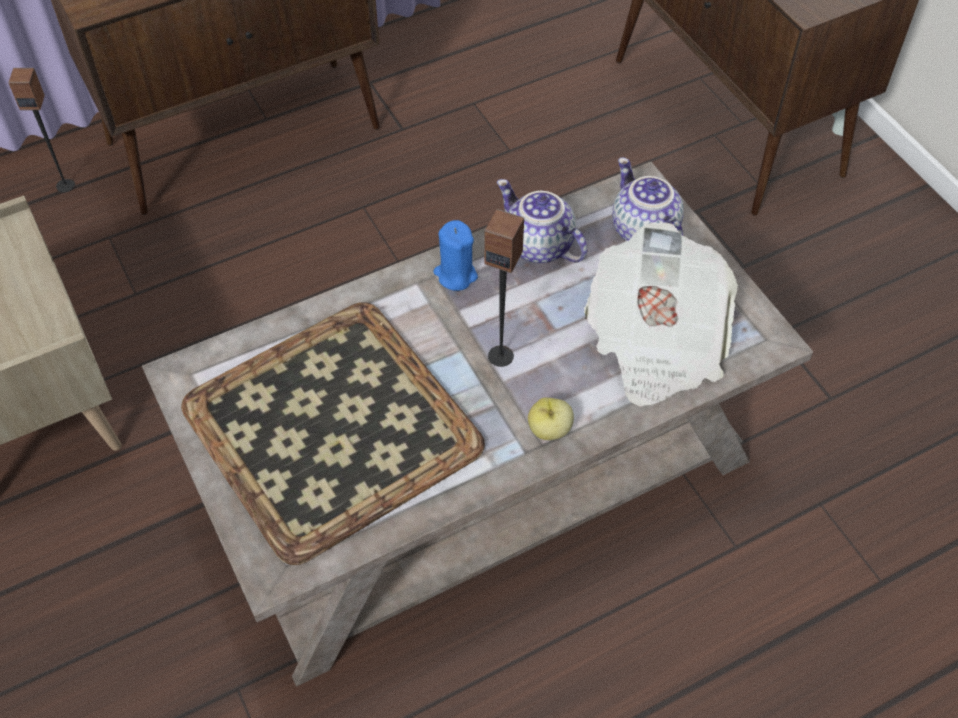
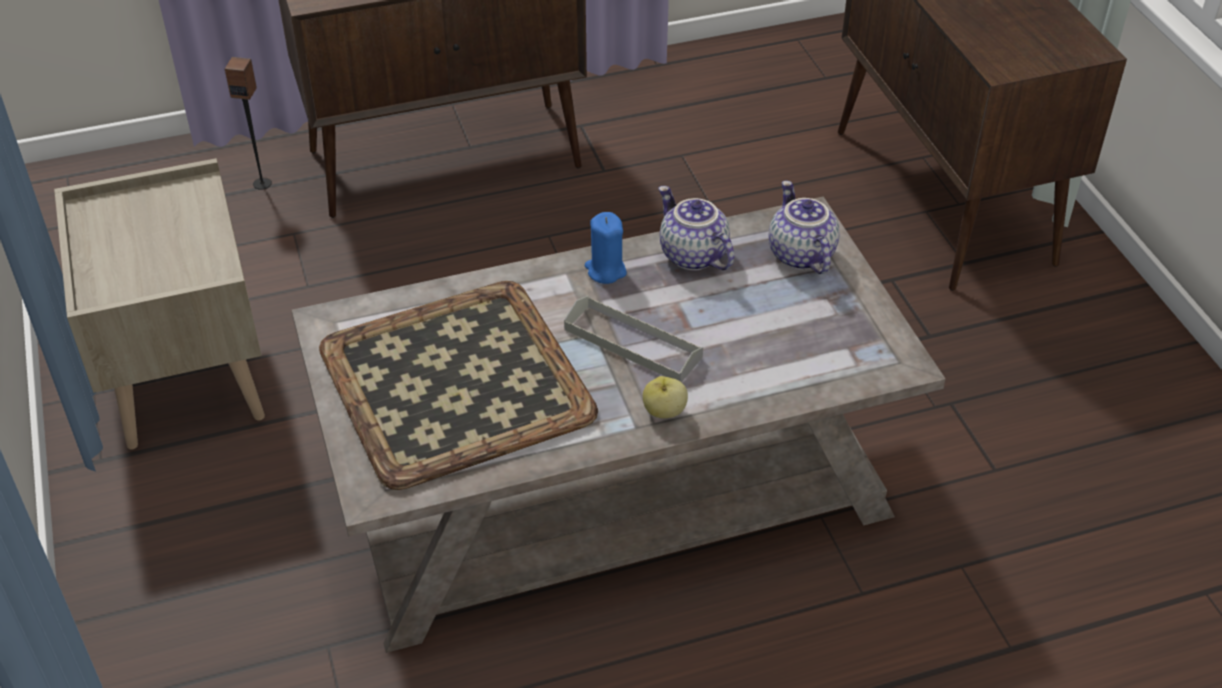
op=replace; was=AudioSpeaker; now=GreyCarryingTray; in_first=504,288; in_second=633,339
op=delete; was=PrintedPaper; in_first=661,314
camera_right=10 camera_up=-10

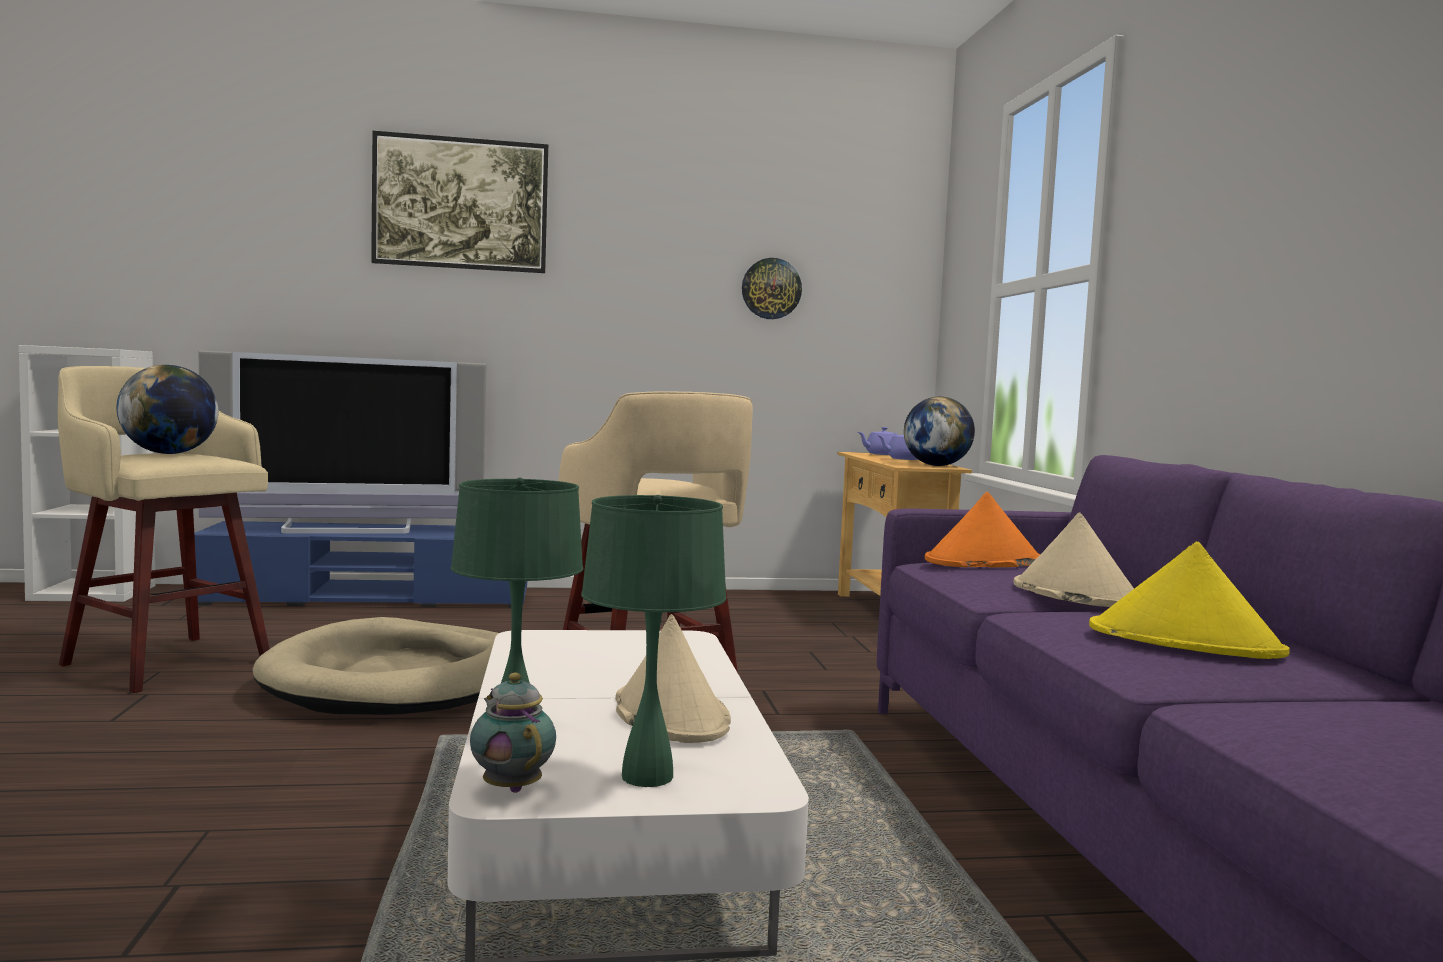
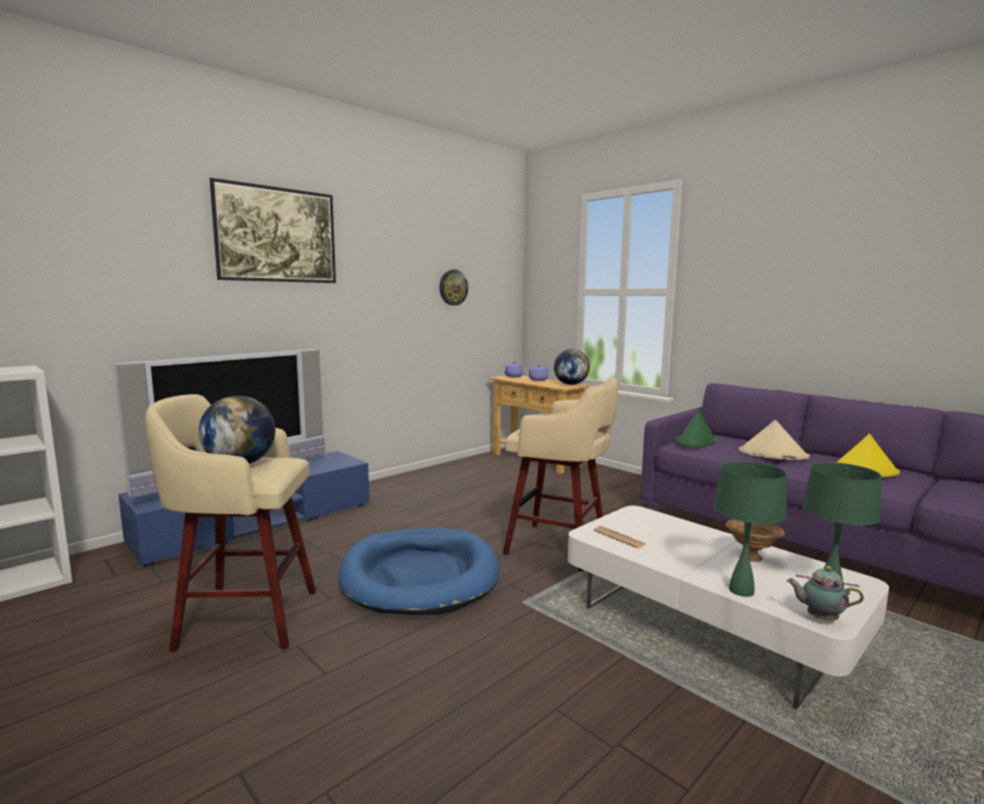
op=recolor; was=BeigeDogCushion; now=BluishDogCushion; in_first=376,666; in_second=419,571
op=replace; was=BeigeWearableHat; now=BrownBowl; in_first=673,678; in_second=755,540
op=recolor; was=OrangeWearableHat; now=GreenWearableHat; in_first=982,529; in_second=696,429
op=insert; now=PrintedPaper; in_second=620,537
camera_right=-35 camera_up=5

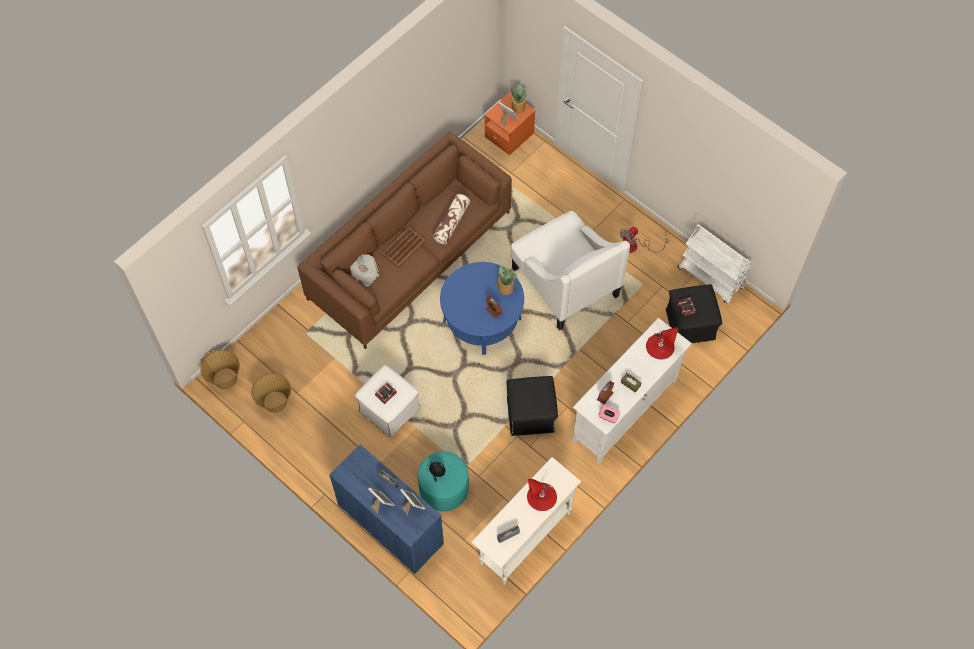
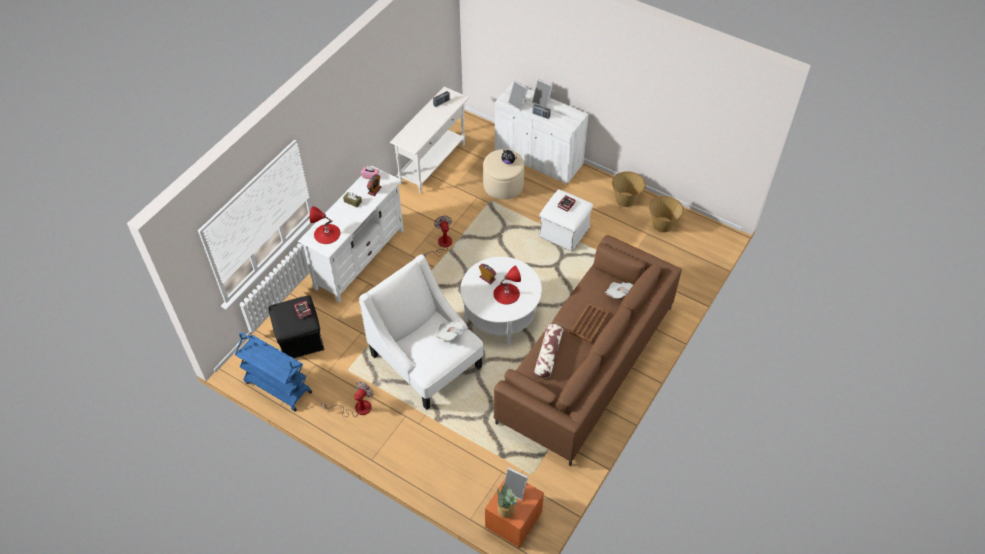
op=move; was=StorageBasket; in_first=220,369; in_second=629,189
op=recolor; was=BluishCabinet; now=WhiteColouredCabinet; in_first=386,509; in_second=542,133
op=recolor; was=TurquoiseColouredFootrest; now=BeigeFootrest; in_first=443,481; in_second=503,174
op=recolor; was=BluishLowTable; now=WhiteColouredLowTable; in_first=482,308; in_second=501,301
op=delete; was=Houseplant; in_first=507,280
op=replace; was=BlackColouredFootrest; now=Fan; in_first=532,406; in_second=437,236
op=move; was=ReddishTableLamp; in_first=542,495; in_second=507,285
op=recolor; was=WhiteColouredWheeledCart; now=BluishWheeledCart; in_first=715,264; in_second=273,372
op=insert; now=PrintedPaper; in_second=450,331
camera_right=170 camera_up=-10

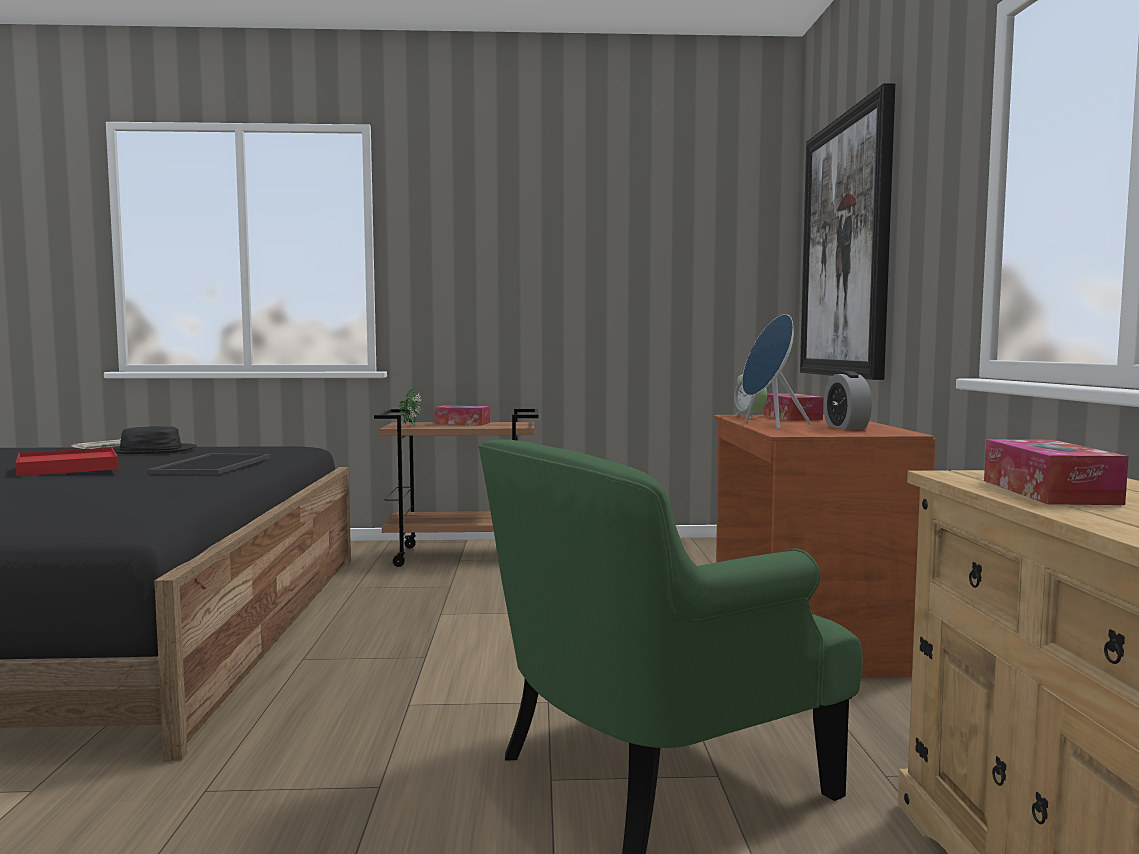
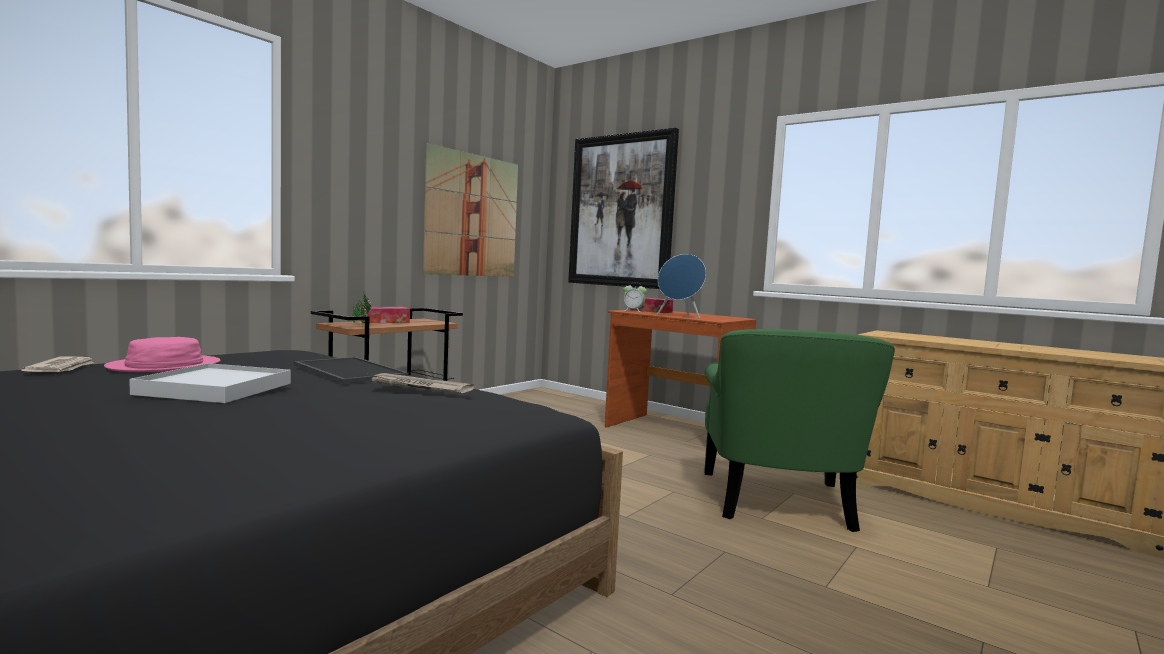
op=recolor; was=ReddishCarryingTray; now=WhiteColouredCarryingTray; in_first=67,462; in_second=210,383
op=recolor; was=BlackColouredWearableHat; now=PinkColouredWearableHat; in_first=152,440; in_second=162,354
op=delete; was=TableClock; in_first=847,400
op=delete; was=BoxOfTissues; in_first=1056,472
op=insert; now=PrintedPaper; in_second=421,383
op=insert; now=WallArt; in_second=470,210
camera_right=-50 camera_up=0

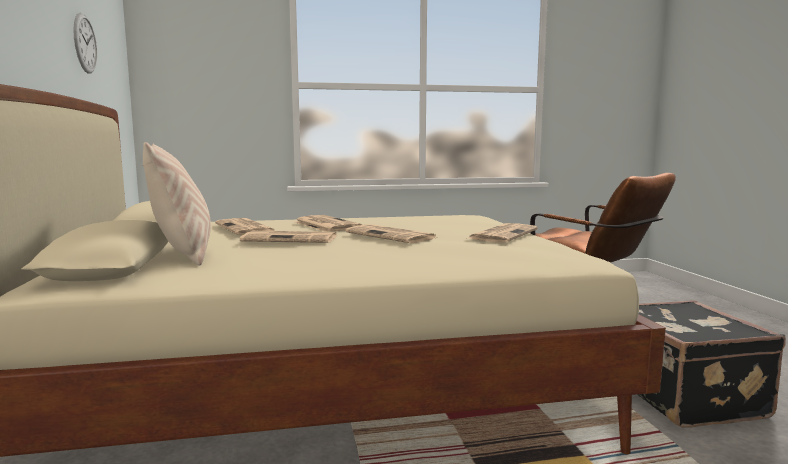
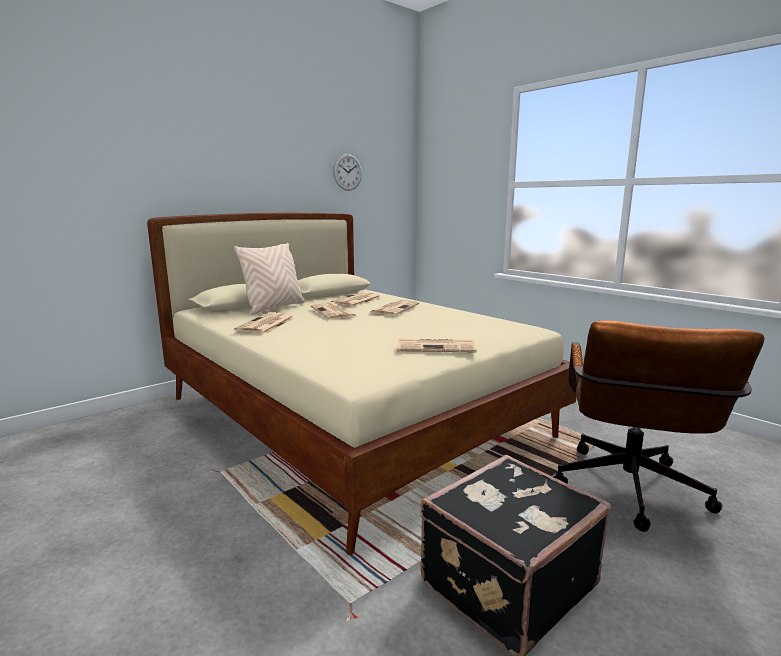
op=move; was=PrintedPaper; in_first=391,233; in_second=264,323
camera_right=60 camera_up=5

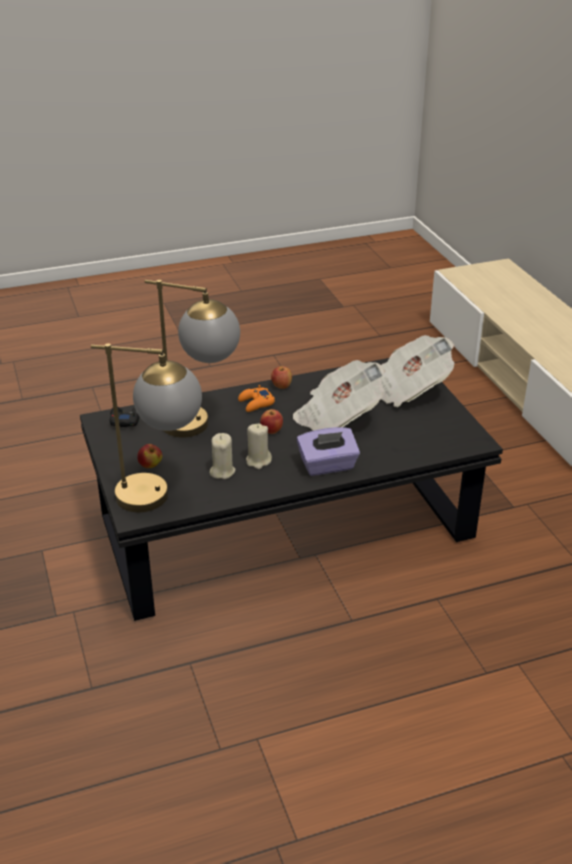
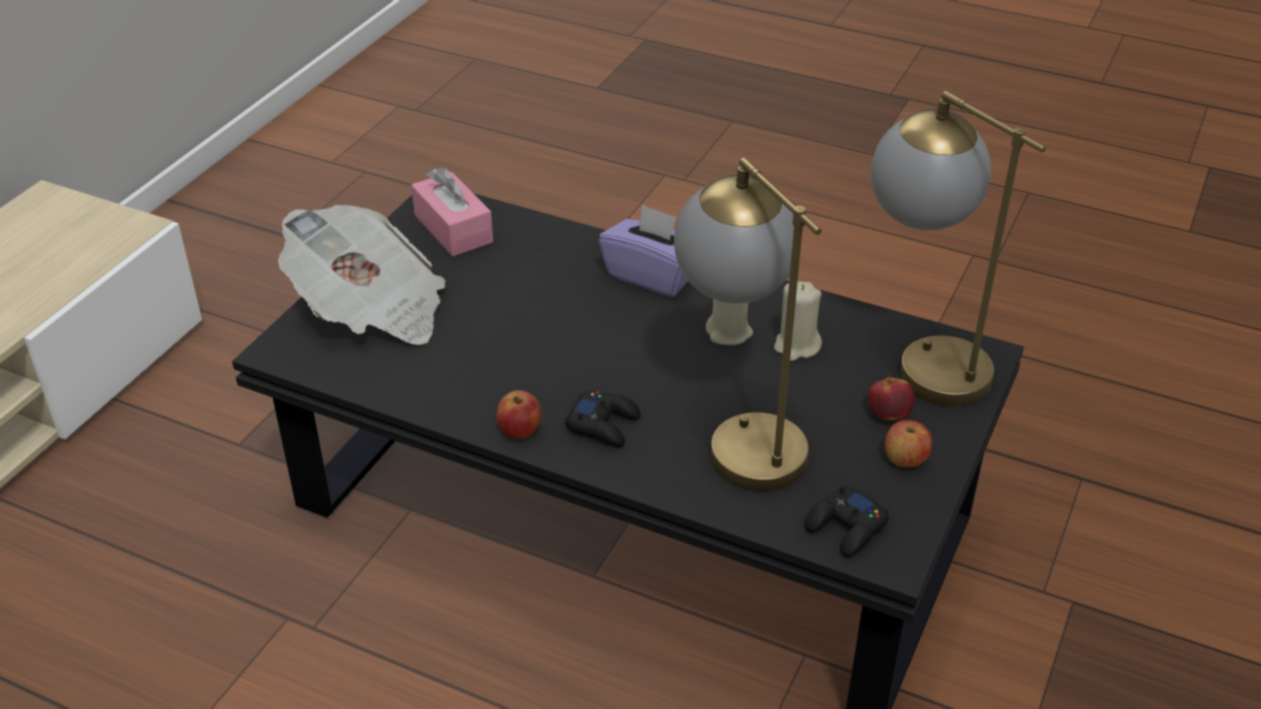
op=recolor; was=OrangeGameController; now=BlackColouredGameController; in_first=256,398; in_second=603,419
op=move; was=WholeApple; in_first=271,421; in_second=908,444
op=delete; was=PrintedPaper; in_first=339,395
op=insert; now=PinkColouredBoxOfTissues; in_second=452,211
camera_right=-135 camera_up=5

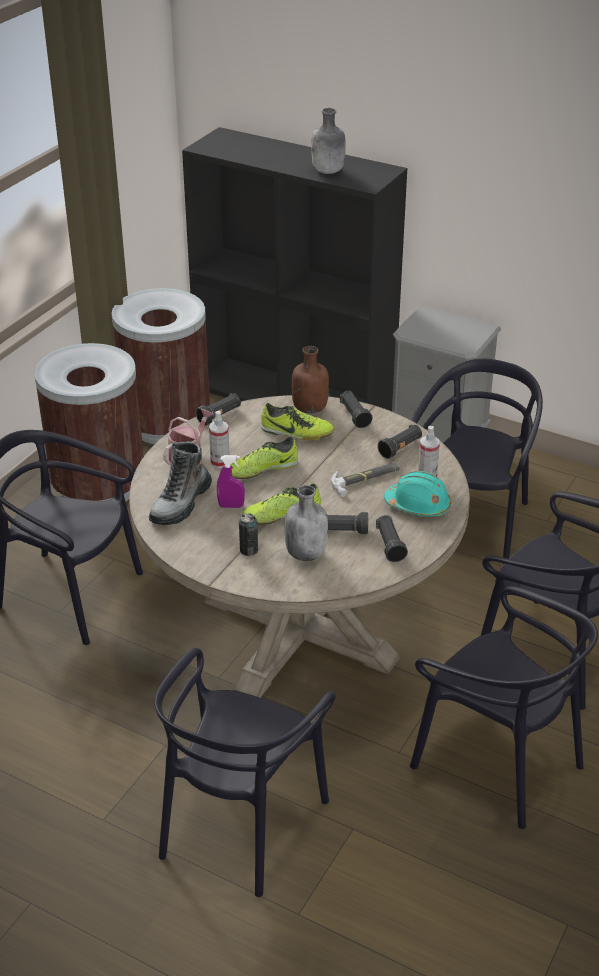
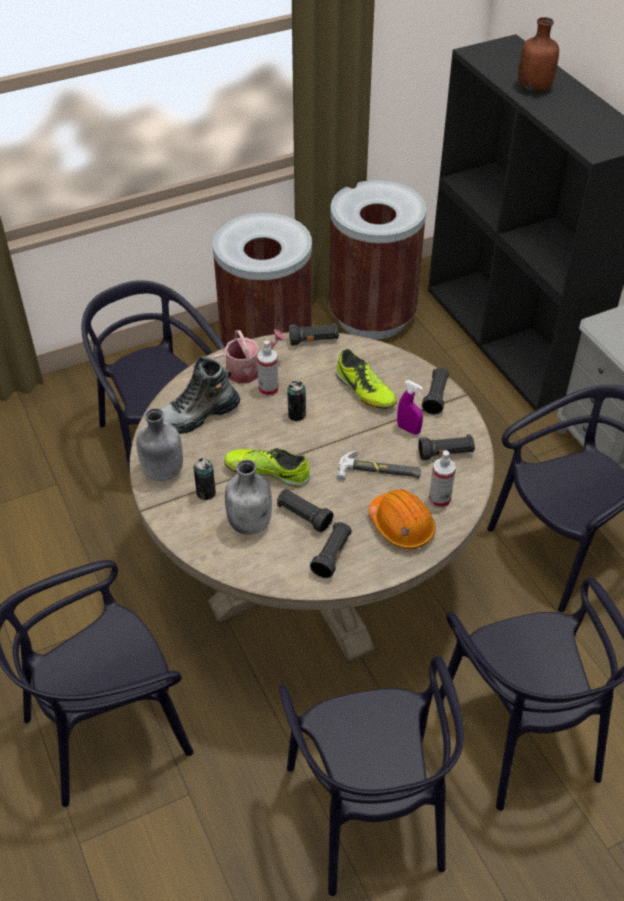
op=move; was=PurplishSprayer; in_first=231,481; in_second=410,407
op=replace; was=ItemOfFootwear; now=MetalCan; in_first=264,457; in_second=296,401
op=move; was=BrownBeverageBottle; in_first=310,379; in_second=538,54
op=move; was=GreyBeverageBottle; in_first=328,141; in_second=159,445
op=recolor; was=TurquoiseColouredHardHat; now=OrangeHardHat; in_first=417,493; in_second=401,519
camera_right=35 camera_up=10

